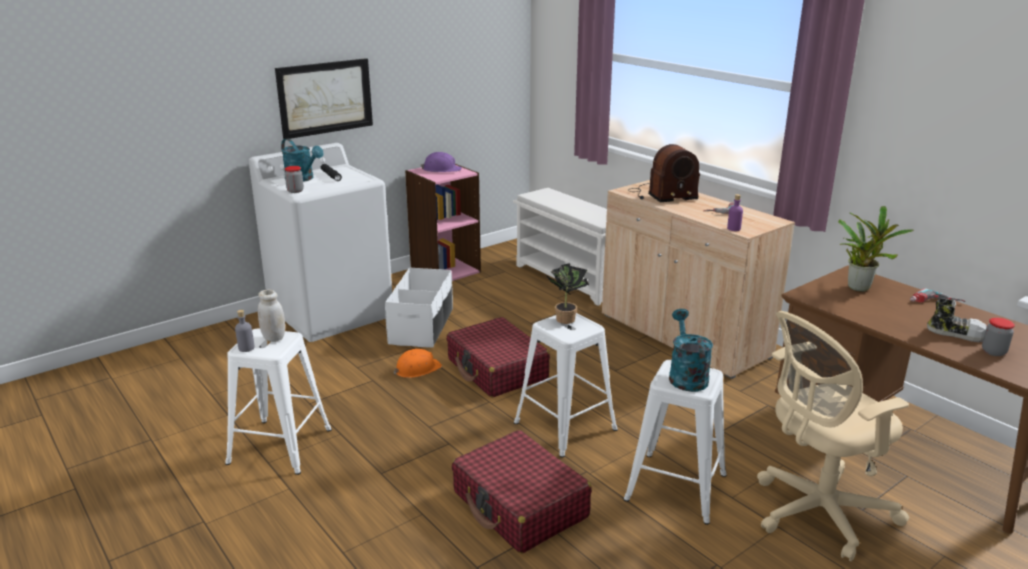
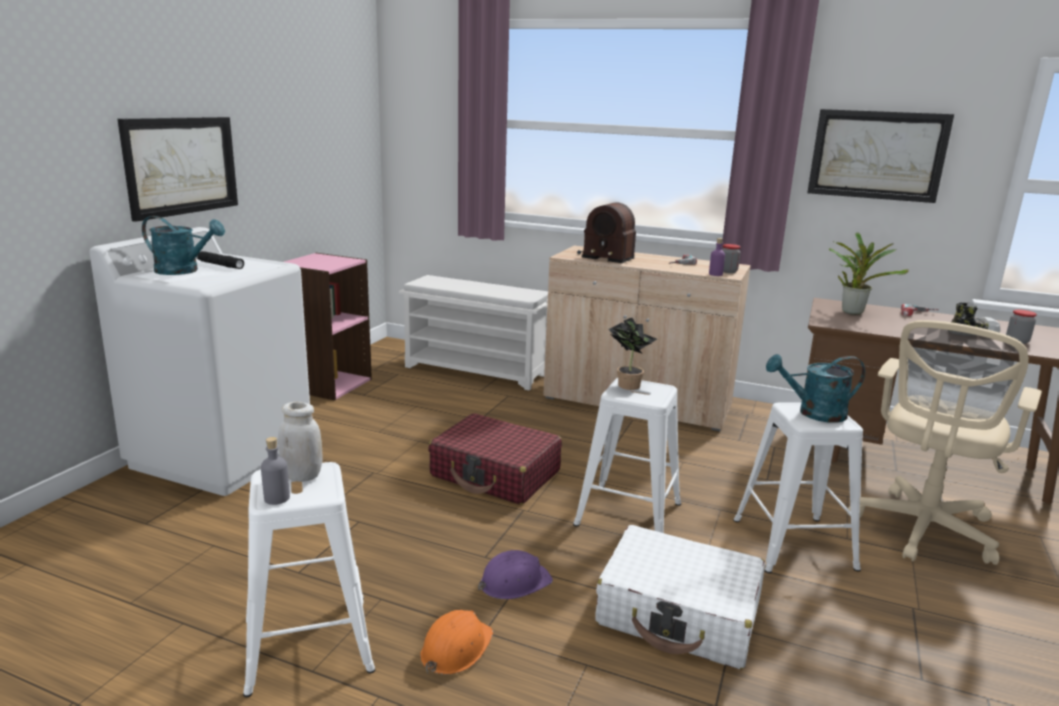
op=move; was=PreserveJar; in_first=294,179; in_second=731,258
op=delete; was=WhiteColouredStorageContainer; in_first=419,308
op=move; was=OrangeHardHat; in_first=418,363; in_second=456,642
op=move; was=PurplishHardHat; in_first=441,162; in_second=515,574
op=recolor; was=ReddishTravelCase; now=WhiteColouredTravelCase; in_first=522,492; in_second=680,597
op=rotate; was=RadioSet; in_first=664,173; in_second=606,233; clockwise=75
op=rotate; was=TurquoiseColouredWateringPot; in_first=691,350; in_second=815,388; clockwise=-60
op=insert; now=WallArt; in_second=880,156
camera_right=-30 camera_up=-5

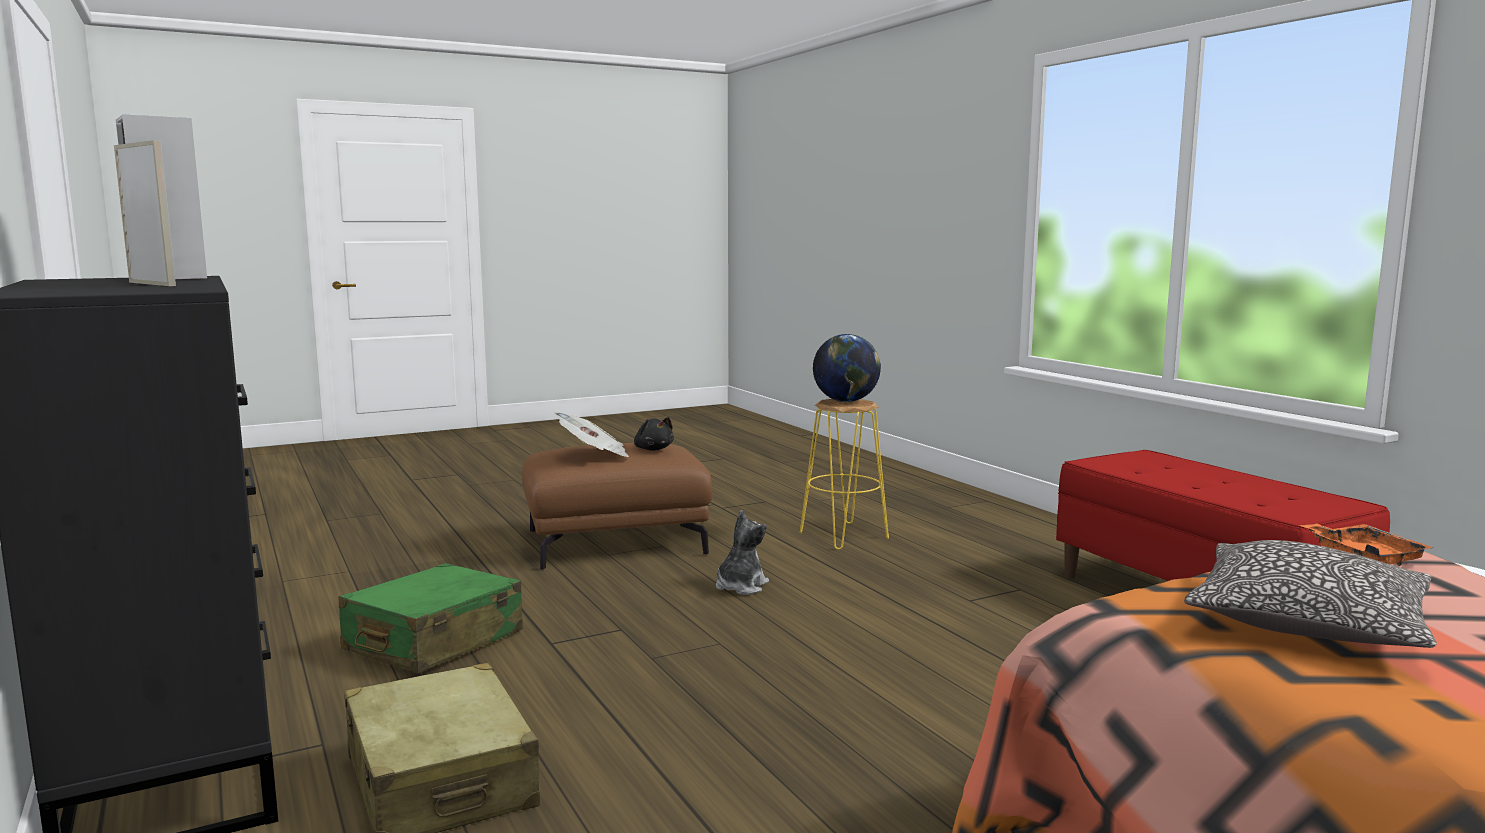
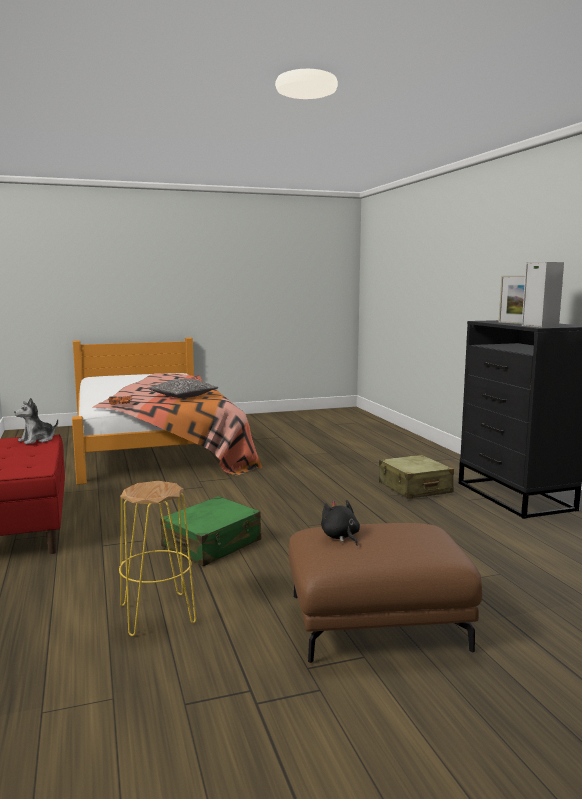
op=move; was=GreenTravelCase; in_first=430,618; in_second=210,531
op=delete; was=PrintedPaper; in_first=591,434
op=move; was=SoftToy; in_first=742,552; in_second=36,421
op=delete; was=WorldGlobe; in_first=847,368
camera_right=-170 camera_up=0

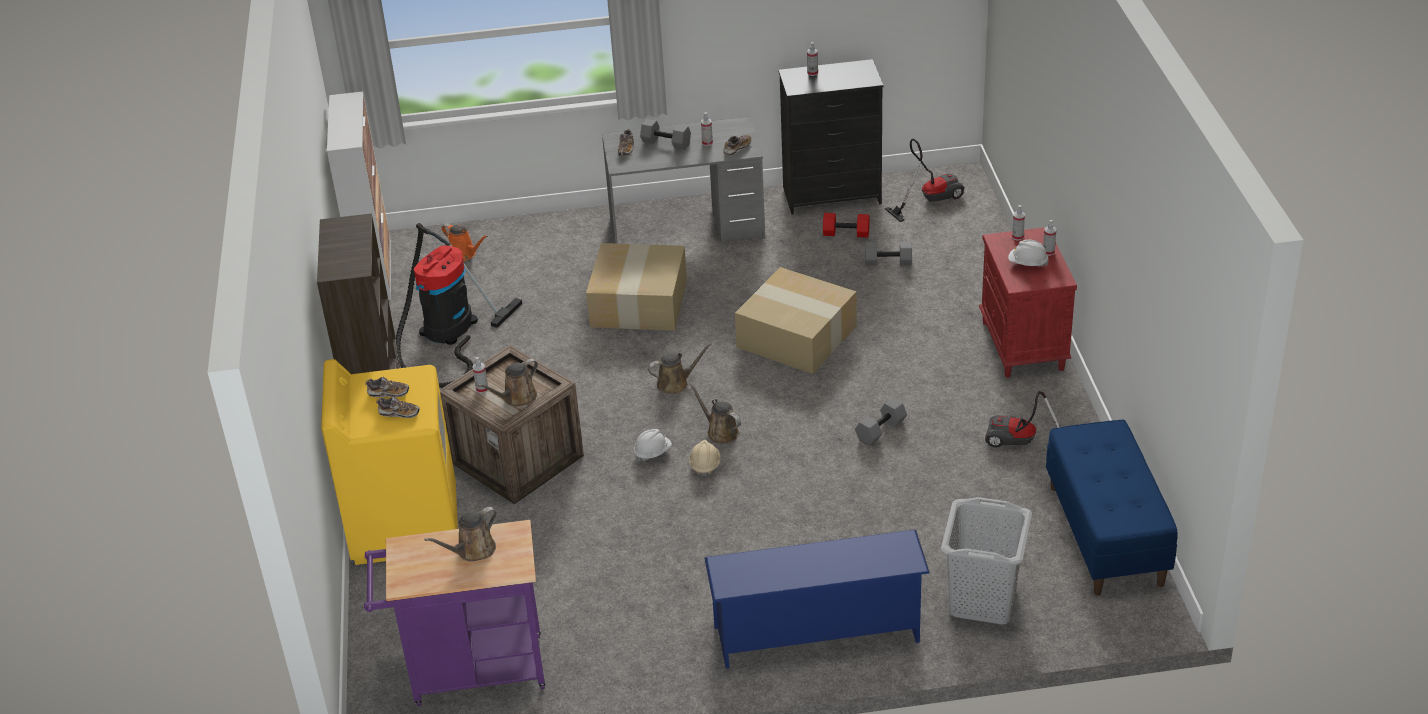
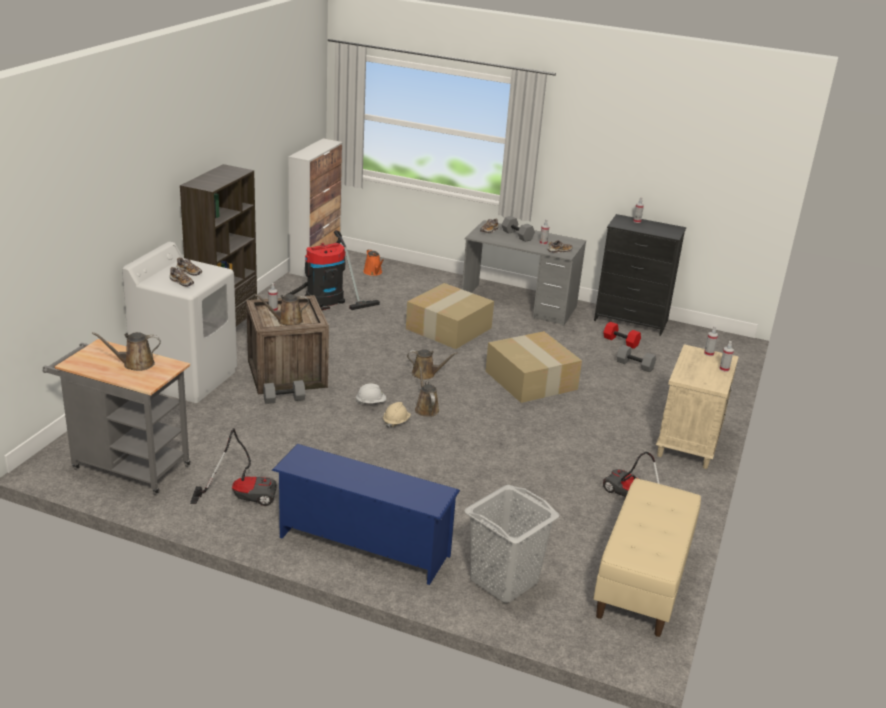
op=recolor; was=YellowishLaundryAppliance; now=WhiteColouredLaundryAppliance; in_first=389,462; in_second=179,322
op=recolor; was=PurplishWheeledCart; now=GreyWheeledCart; in_first=454,613; in_second=117,417
op=move; was=GreyHandWeight; in_first=881,422; in_second=284,392
op=move; was=Vacuum; in_first=925,180; in_second=233,467
op=recolor; was=ReddishNightstand; now=BeigeNightstand; in_first=1028,302; in_second=697,406
op=delete; was=WhiteColouredHardHat; in_first=1028,253
op=recolor; was=BluishIndoorBench; now=BeigeIndoorBench; in_first=1112,508; in_second=647,557
camera_right=25 camera_up=-10

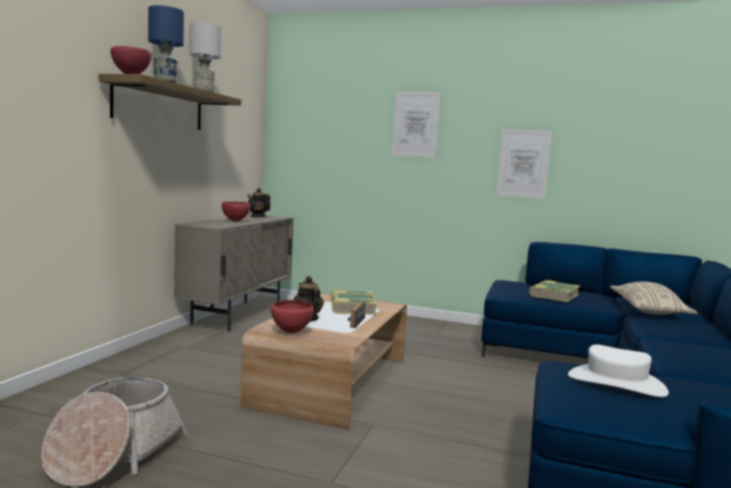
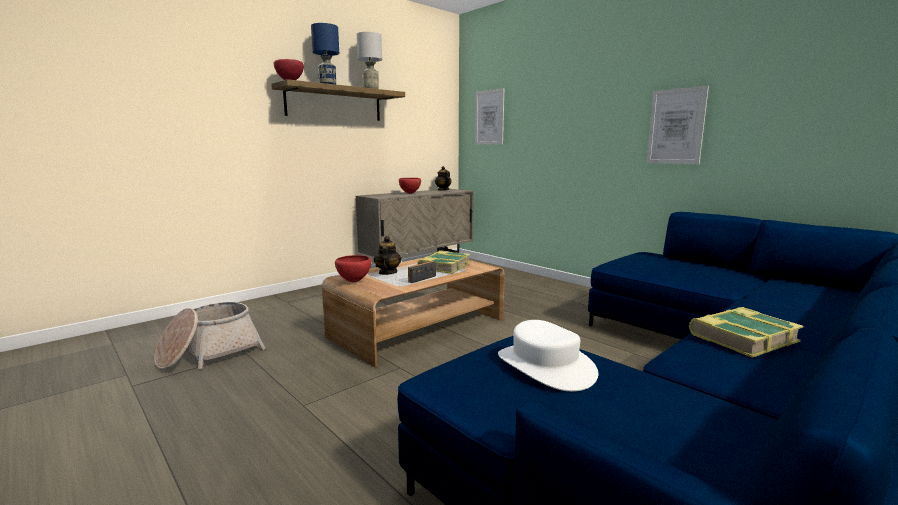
op=move; was=WallArt; in_first=416,125; in_second=489,116
op=move; was=Volume; in_first=554,291; in_second=746,332
op=delete; was=BeigeCushion; in_first=653,298
camera_right=30 camera_up=5

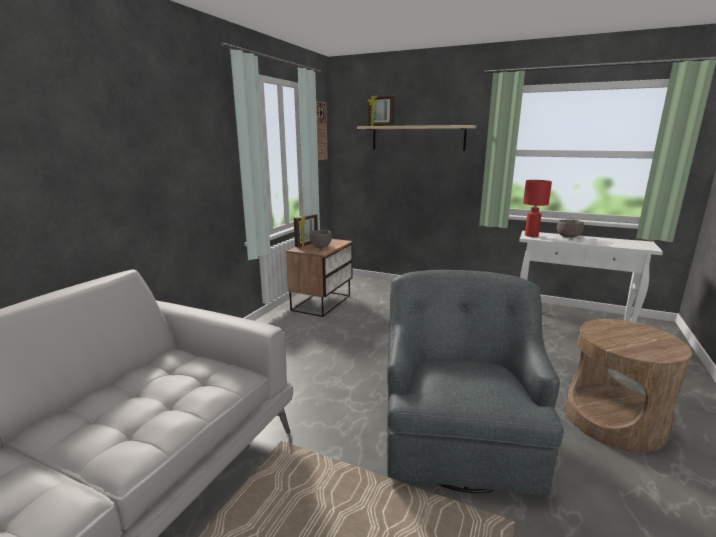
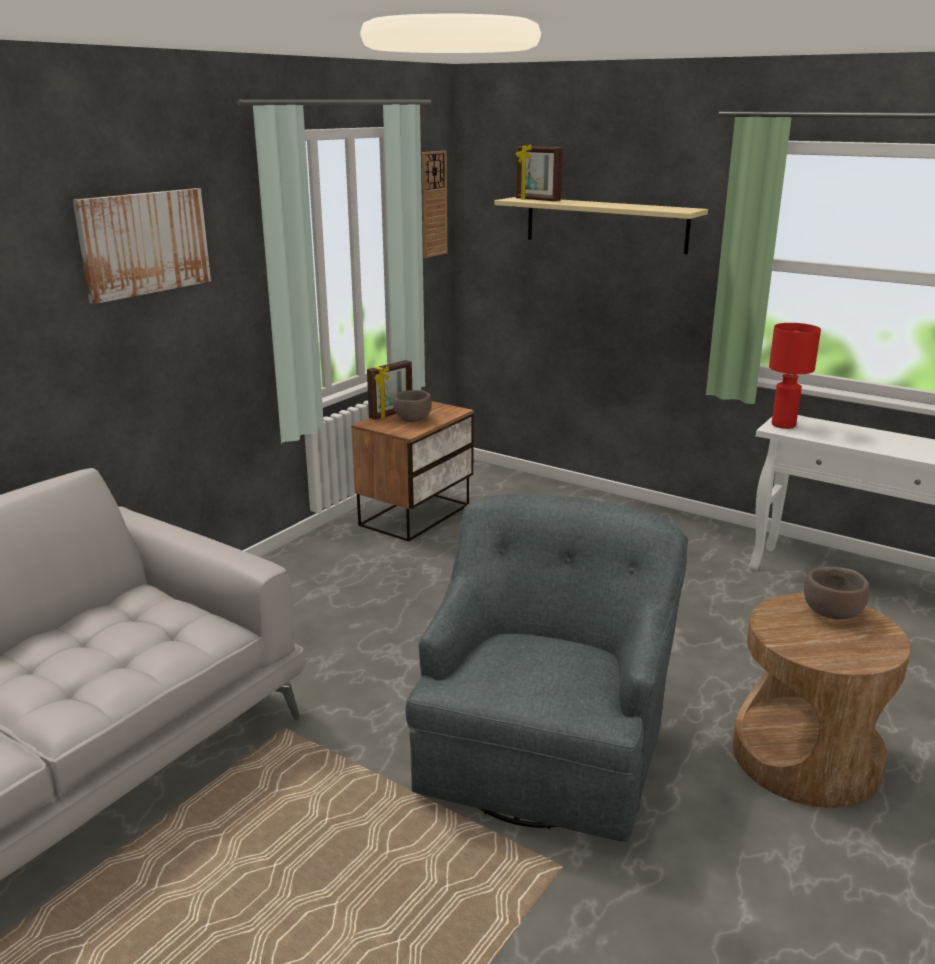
op=move; was=BrownBowl; in_first=570,228; in_second=836,593
op=insert; now=WallArt; in_second=142,246
camera_right=10 camera_up=5

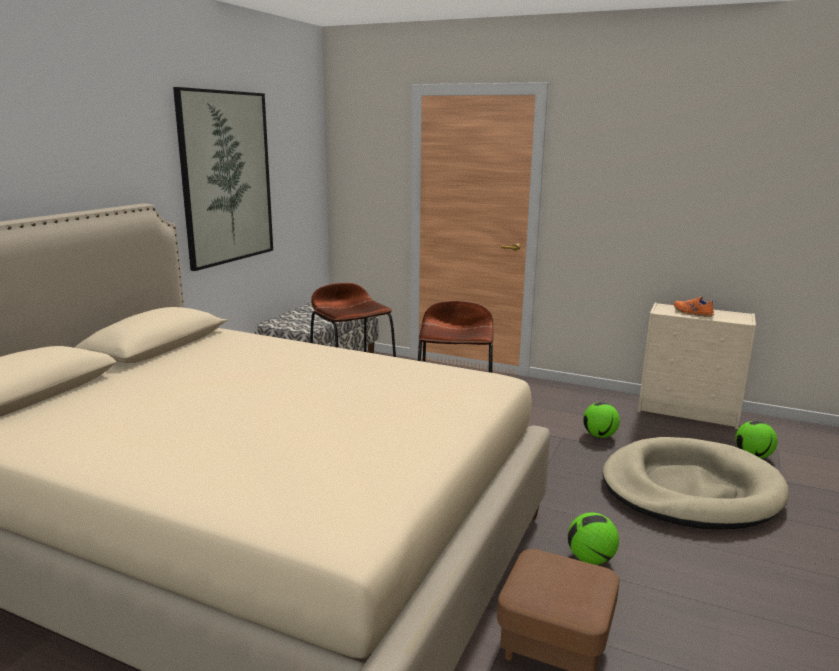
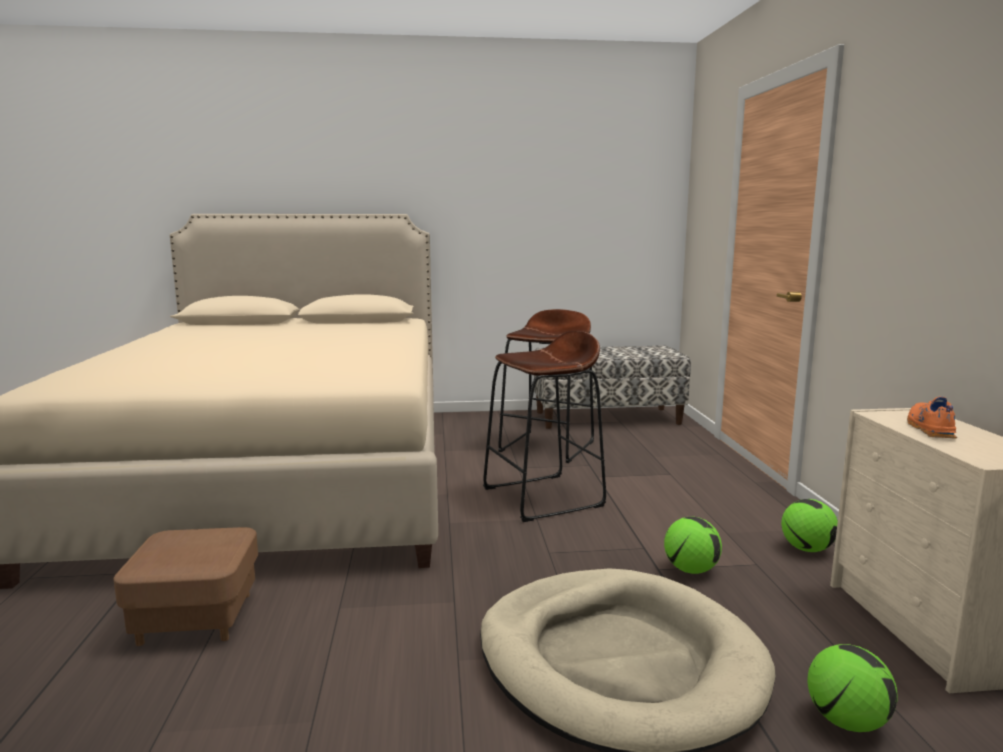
op=delete; was=WallArt; in_first=223,179
op=move; was=FootballBall; in_first=593,538; in_second=809,525
camera_right=60 camera_up=-5

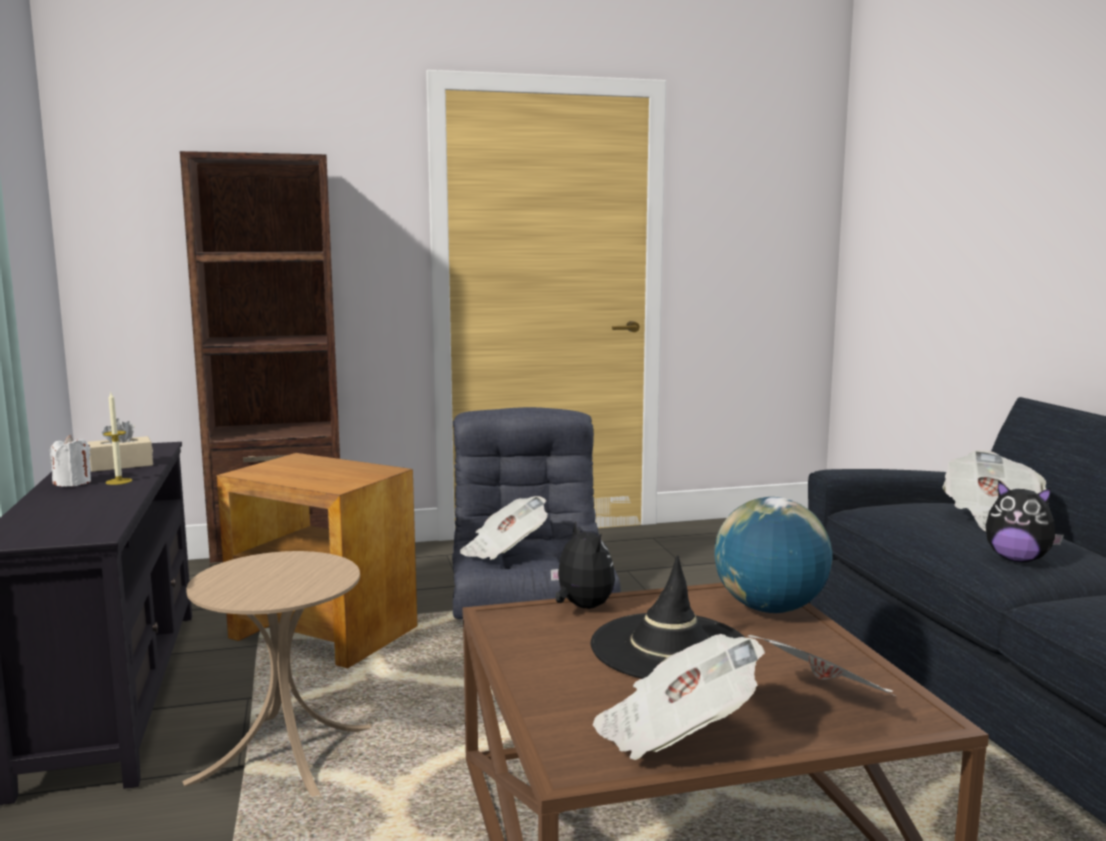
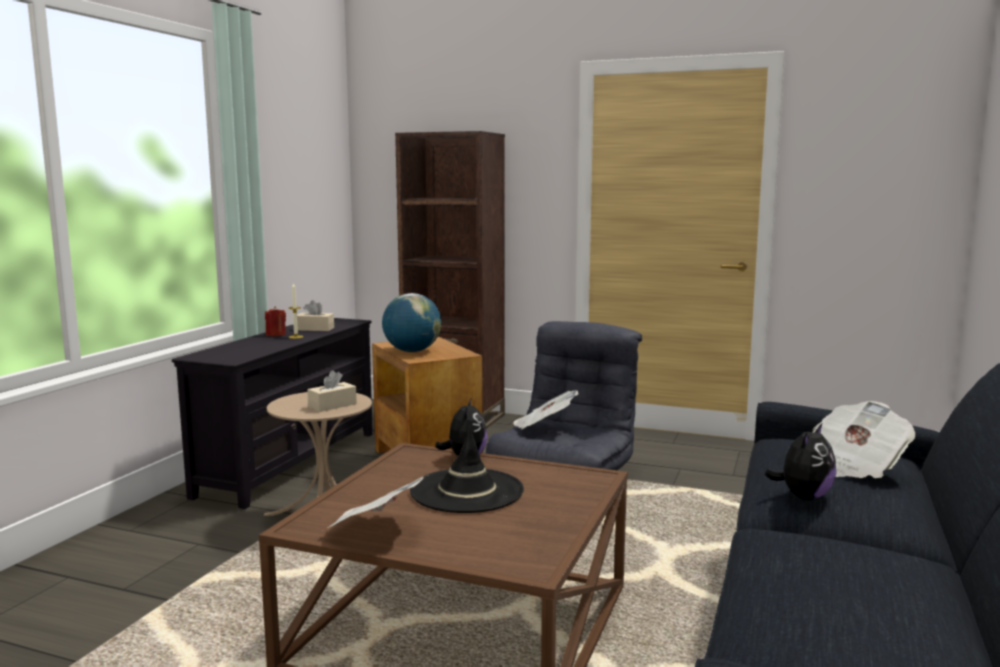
op=recolor; was=WhiteColouredWaxLight; now=ReddishWaxLight; in_first=70,461; in_second=275,321
op=move; was=WorldGlobe; in_first=773,555; in_second=411,322
op=delete; was=PrintedPaper; in_first=821,665
op=rotate; was=SoftToy; in_first=1024,521; in_second=800,462; clockwise=-120
op=insert; now=BeigeBoxOfTissues; in_second=332,391
camera_right=35 camera_up=0

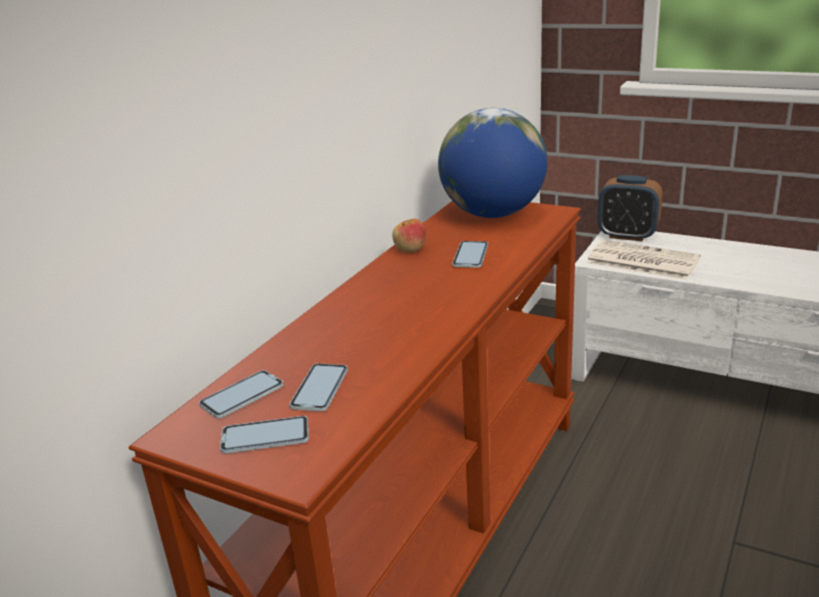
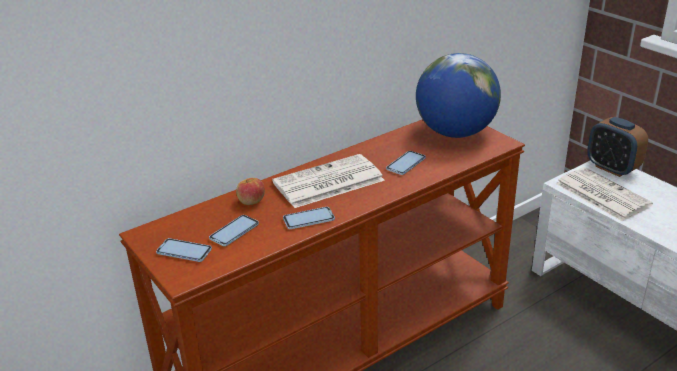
op=move; was=Handset; in_first=241,394; in_second=309,218
op=move; was=WholeApple; in_first=409,236; in_second=250,191
op=insert; now=PrintedPaper; in_second=328,181
camera_right=25 camera_up=5

